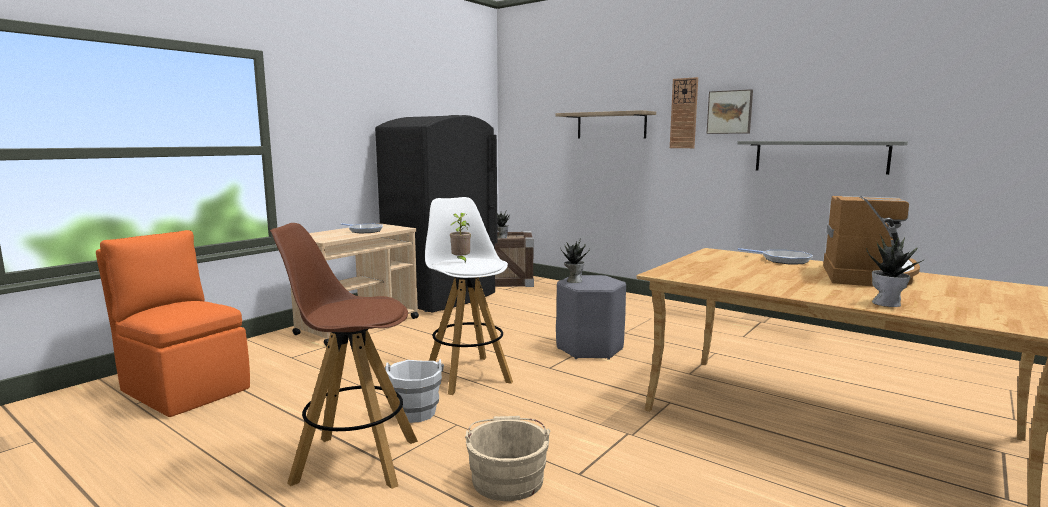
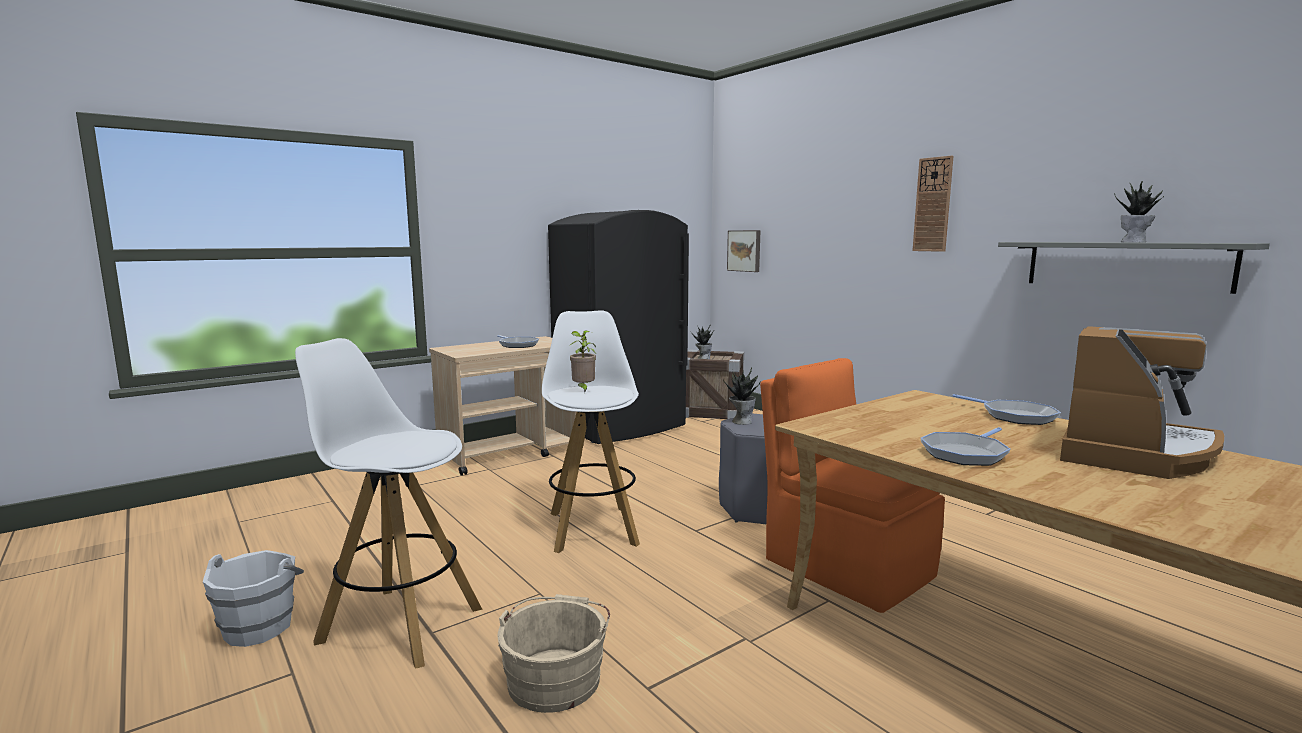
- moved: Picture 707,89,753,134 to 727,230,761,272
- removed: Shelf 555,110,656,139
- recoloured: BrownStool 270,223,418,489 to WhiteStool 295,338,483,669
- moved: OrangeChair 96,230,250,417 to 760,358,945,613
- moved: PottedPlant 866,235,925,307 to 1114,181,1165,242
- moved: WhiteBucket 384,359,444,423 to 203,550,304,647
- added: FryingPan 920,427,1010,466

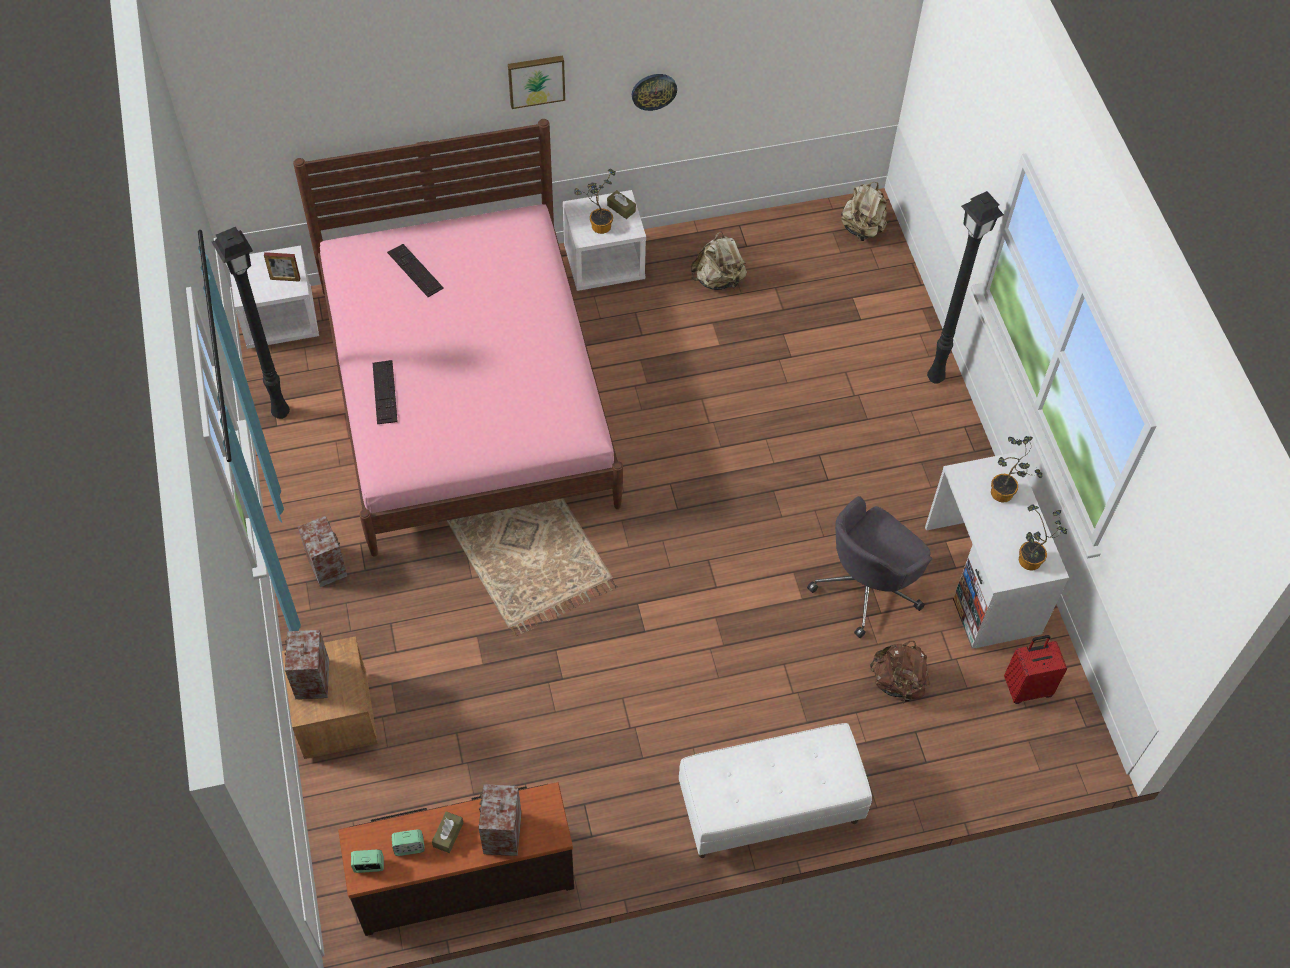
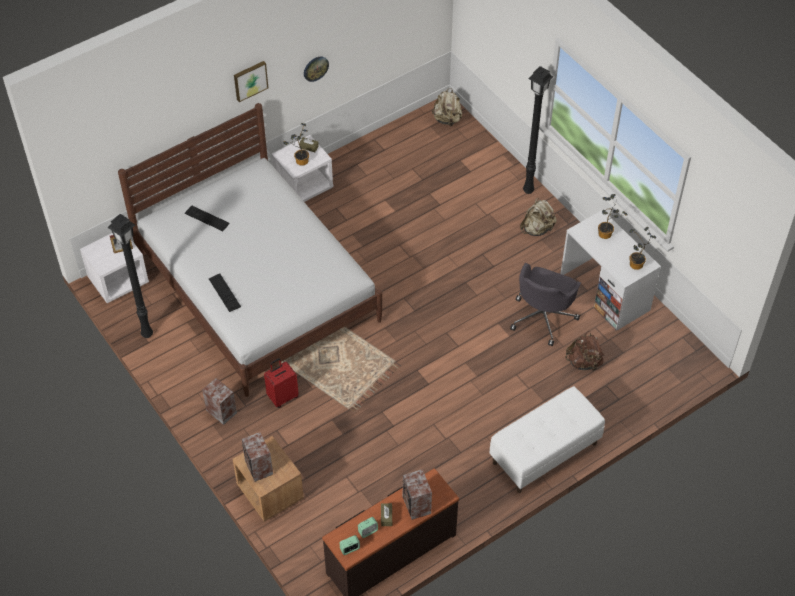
- recoloured: PinkBed 293,119,623,557 to WhiteBed 118,103,382,397
- moved: BeigeBackpack 691,231,747,290 to 520,198,557,236
- moved: RedSuitcase 1004,635,1067,704 to 264,358,299,408

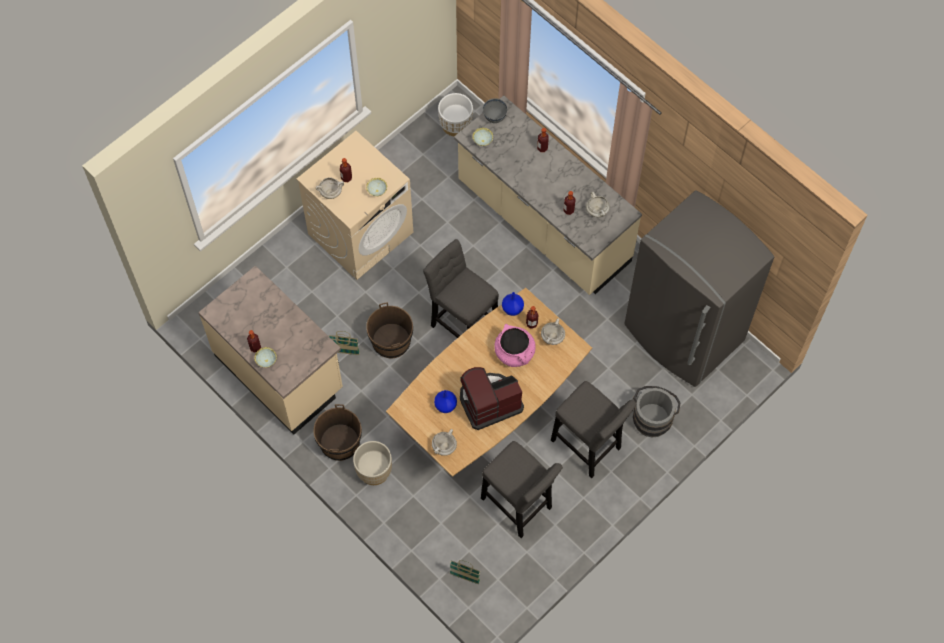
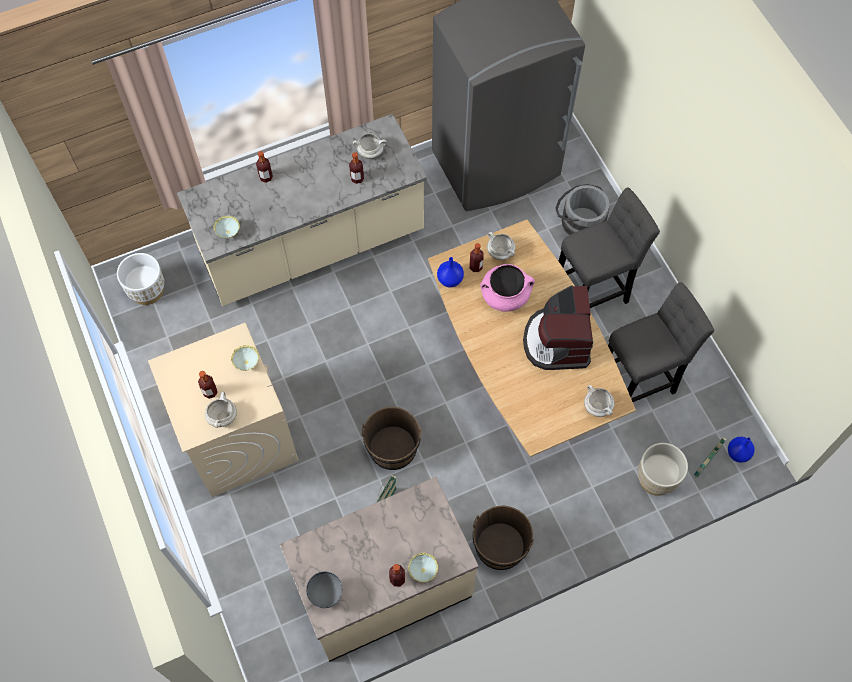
- moved: GreyBowl 483,98,508,123 to 306,571,343,608
- removed: GreyStool 423,239,499,338
- moved: BlueVase 434,390,457,413 to 728,437,755,463
- moved: BeigePlanter 353,441,392,485 to 638,443,688,496

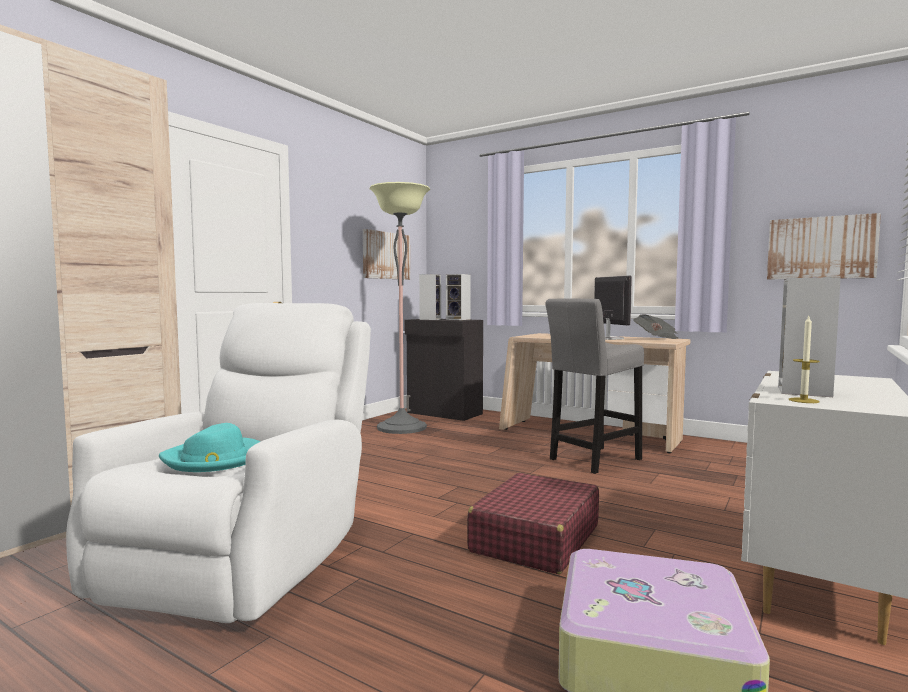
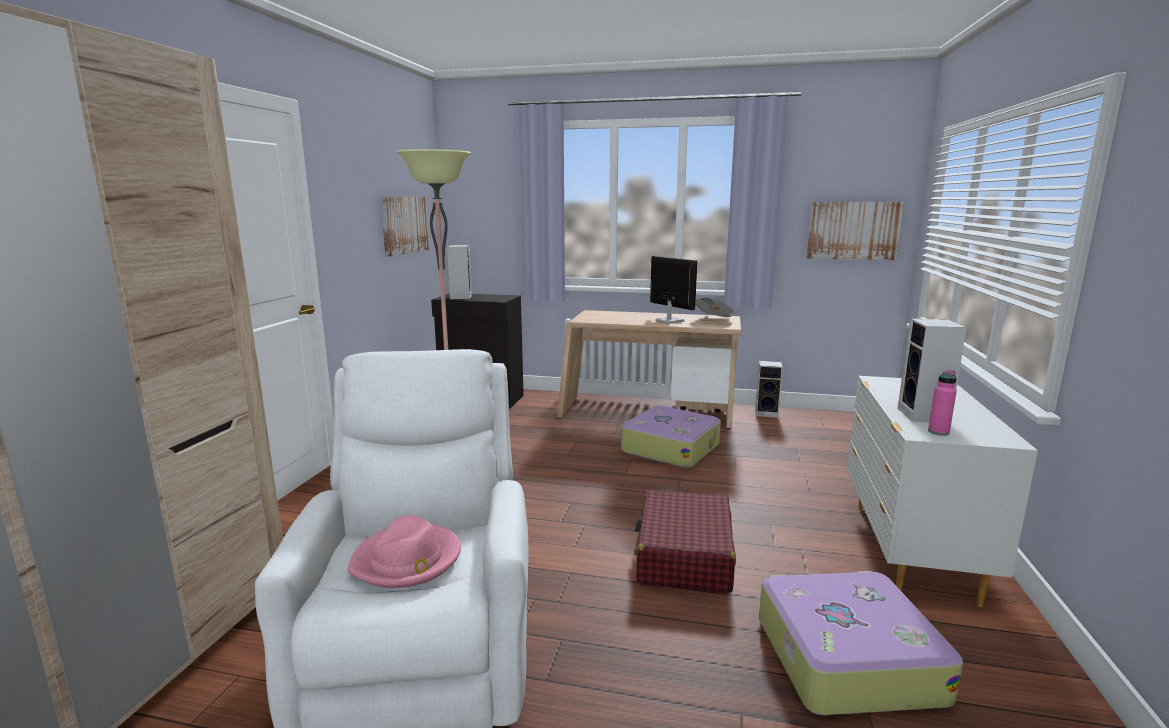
- moved: Speaker 446,274,471,320 to 755,361,783,418
- replaced: GreyStool 545,298,644,474 to Suitcase 621,405,721,468
- replaced: Candle 789,316,820,403 to PinkBottle 928,370,957,436
- recoloured: TurquoiseHat 159,423,260,472 to PinkHat 347,515,461,588

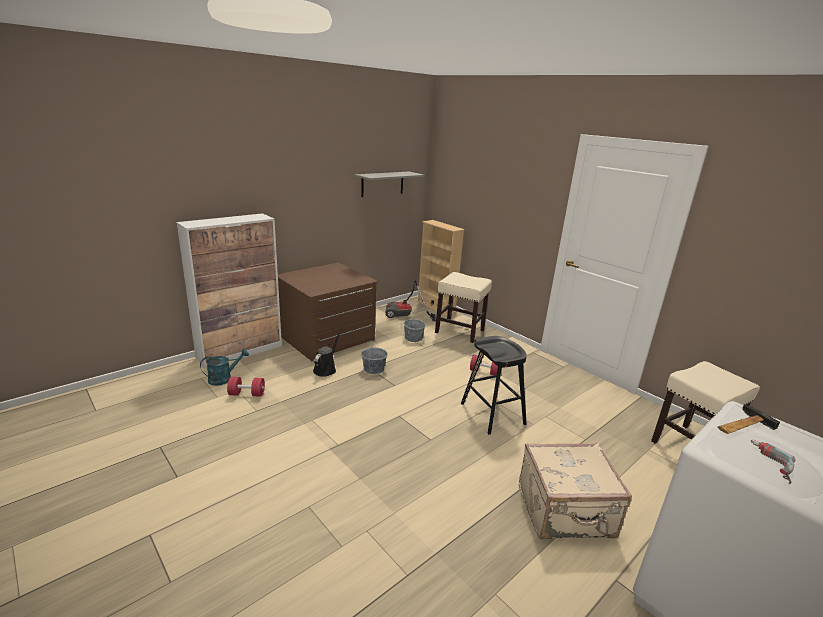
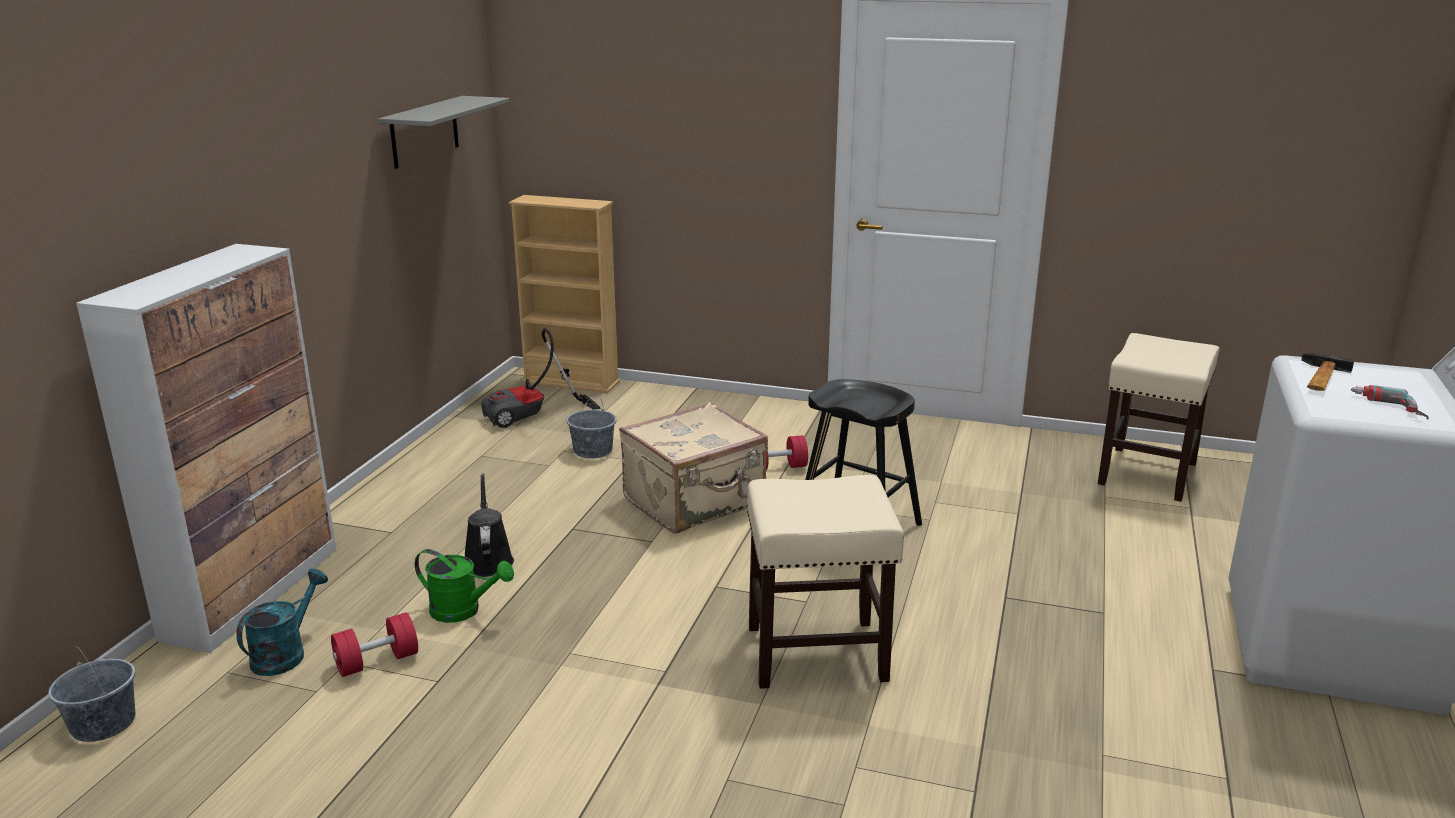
- removed: BrownDresser 278,262,378,361
- moved: BeigeStool 435,272,492,343 to 747,475,904,689
- moved: GreyBucket 361,340,388,374 to 48,646,136,742
- moved: BeigeSuitcase 519,443,632,539 to 619,402,768,533
- added: GreenWateringCan 415,549,514,623

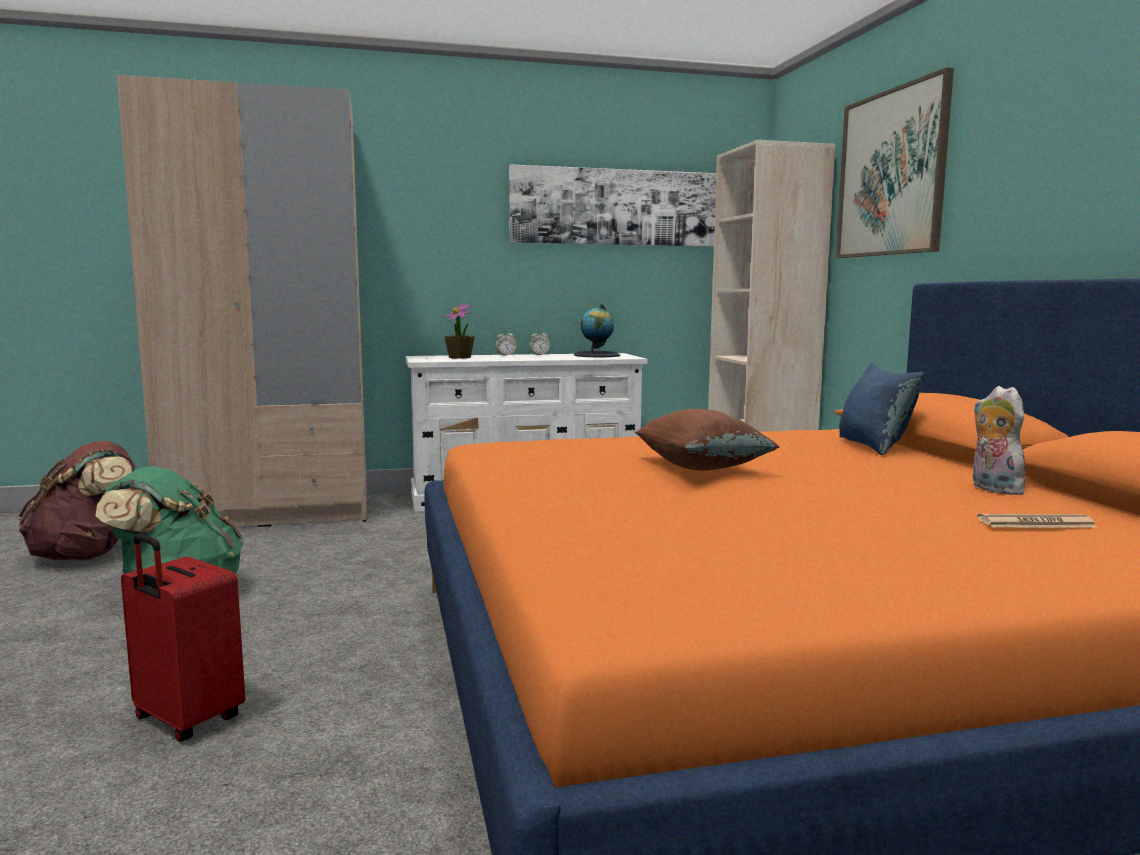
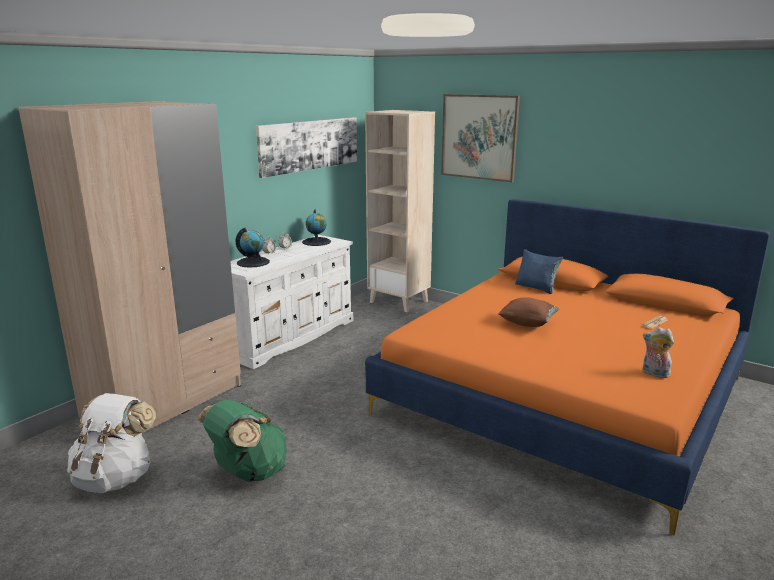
- replaced: PottedPlant 444,304,475,359 to Globe 236,228,270,268
- moved: PlushToy 973,386,1026,495 to 643,327,674,378
- recoloured: BrownBackpack 19,441,135,560 to WhiteBackpack 67,393,156,493
- removed: RedSuitcase 121,534,245,742

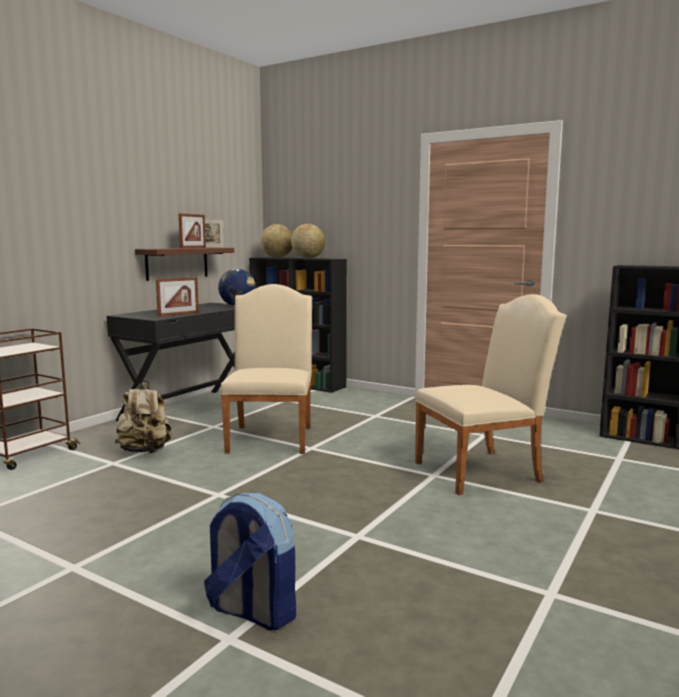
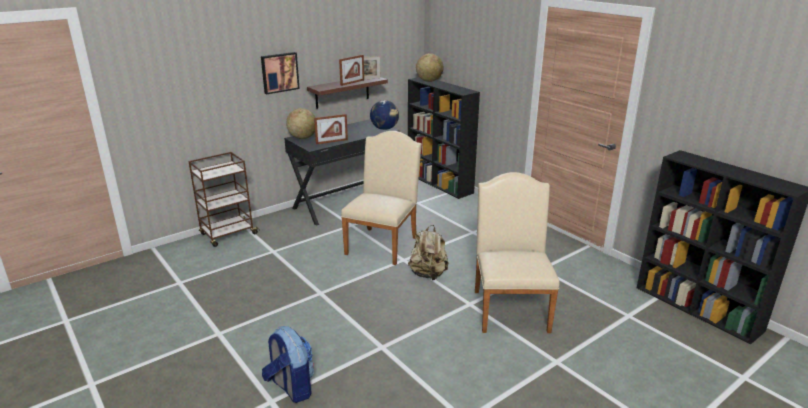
- moved: Globe 291,224,325,259 to 286,108,316,139
- turned: BeigeChair 415,294,567,495 = 475,172,559,333 90 degrees counterclockwise
- moved: BeigeBackpack 115,380,171,454 to 408,225,449,280
- added: Picture 261,52,300,94

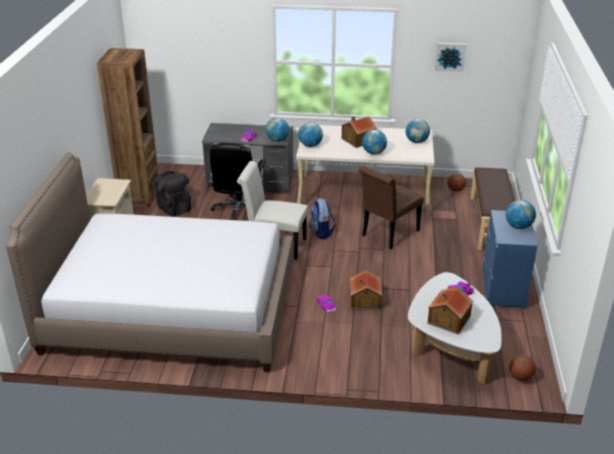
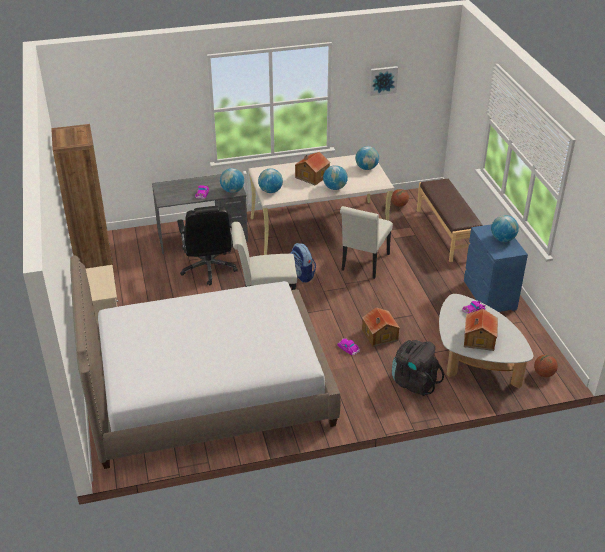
- recoloured: BrownChair 359,166,424,249 to WhiteChair 340,206,393,279
- moved: BlackBackpack 154,171,191,217 to 392,340,444,396

